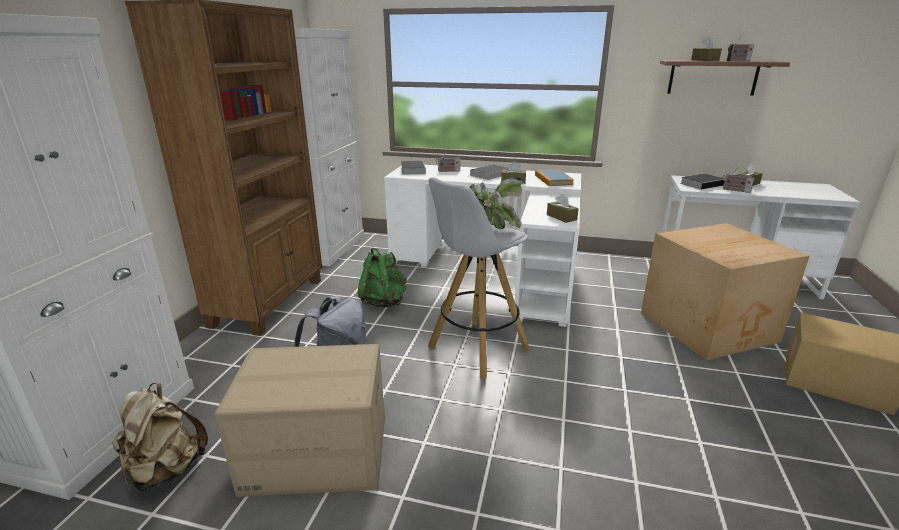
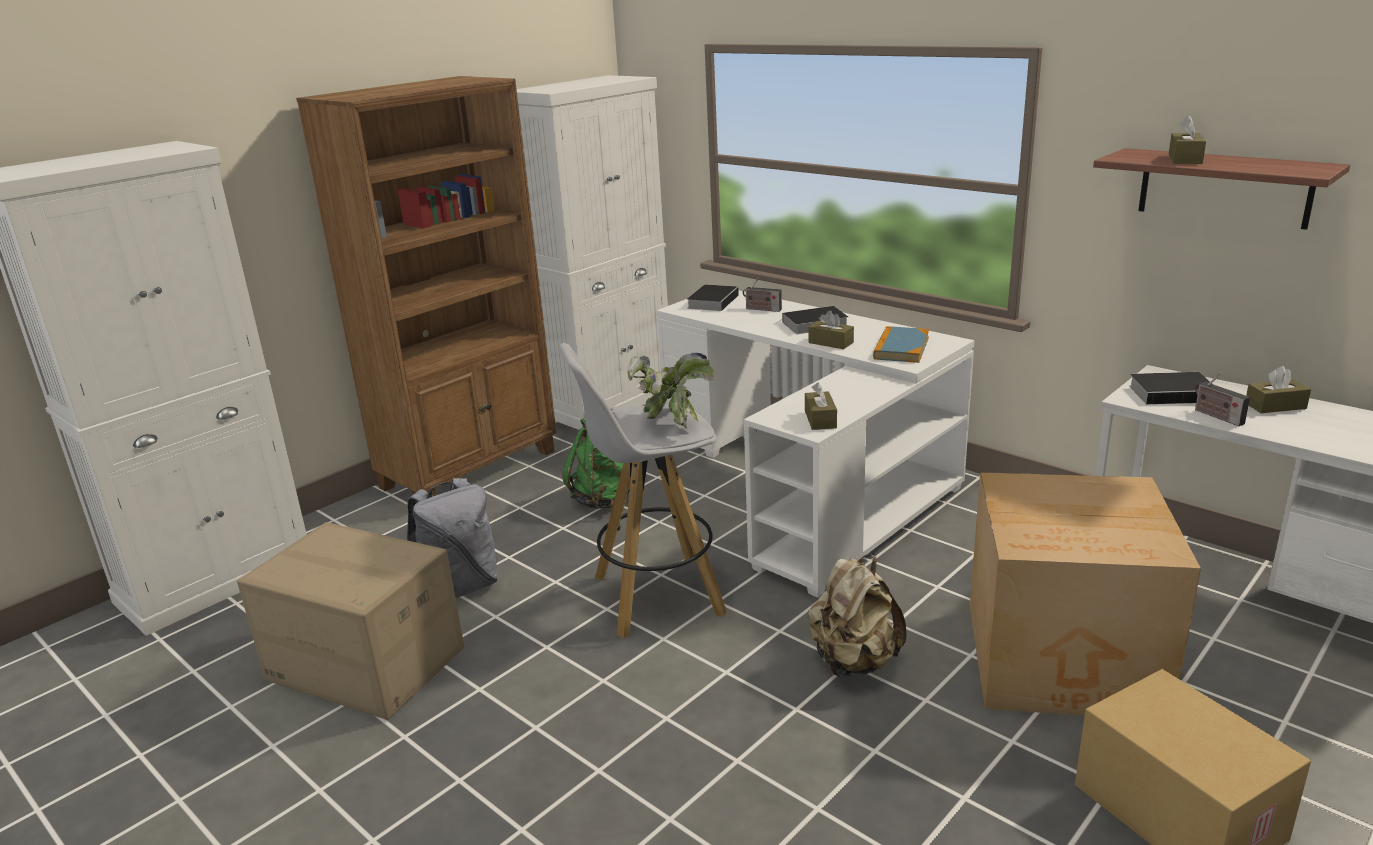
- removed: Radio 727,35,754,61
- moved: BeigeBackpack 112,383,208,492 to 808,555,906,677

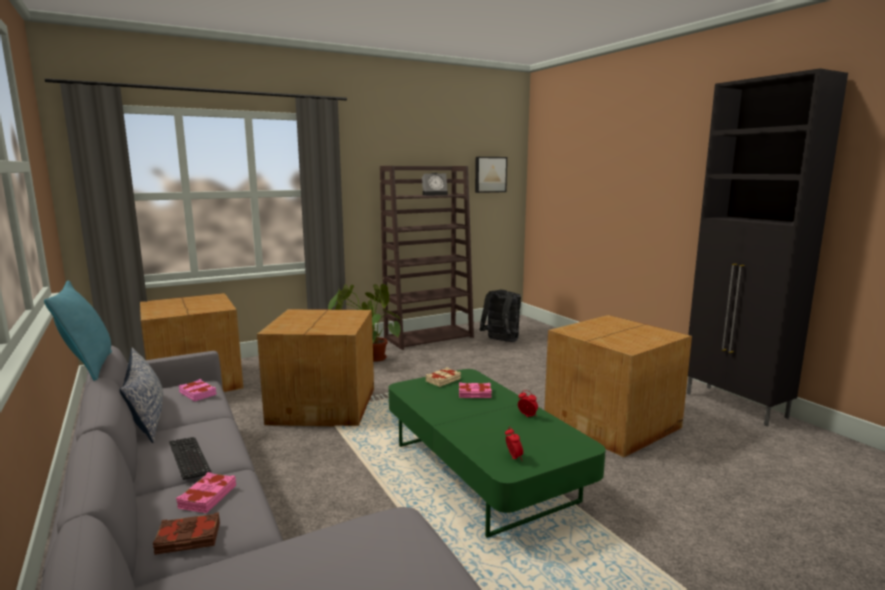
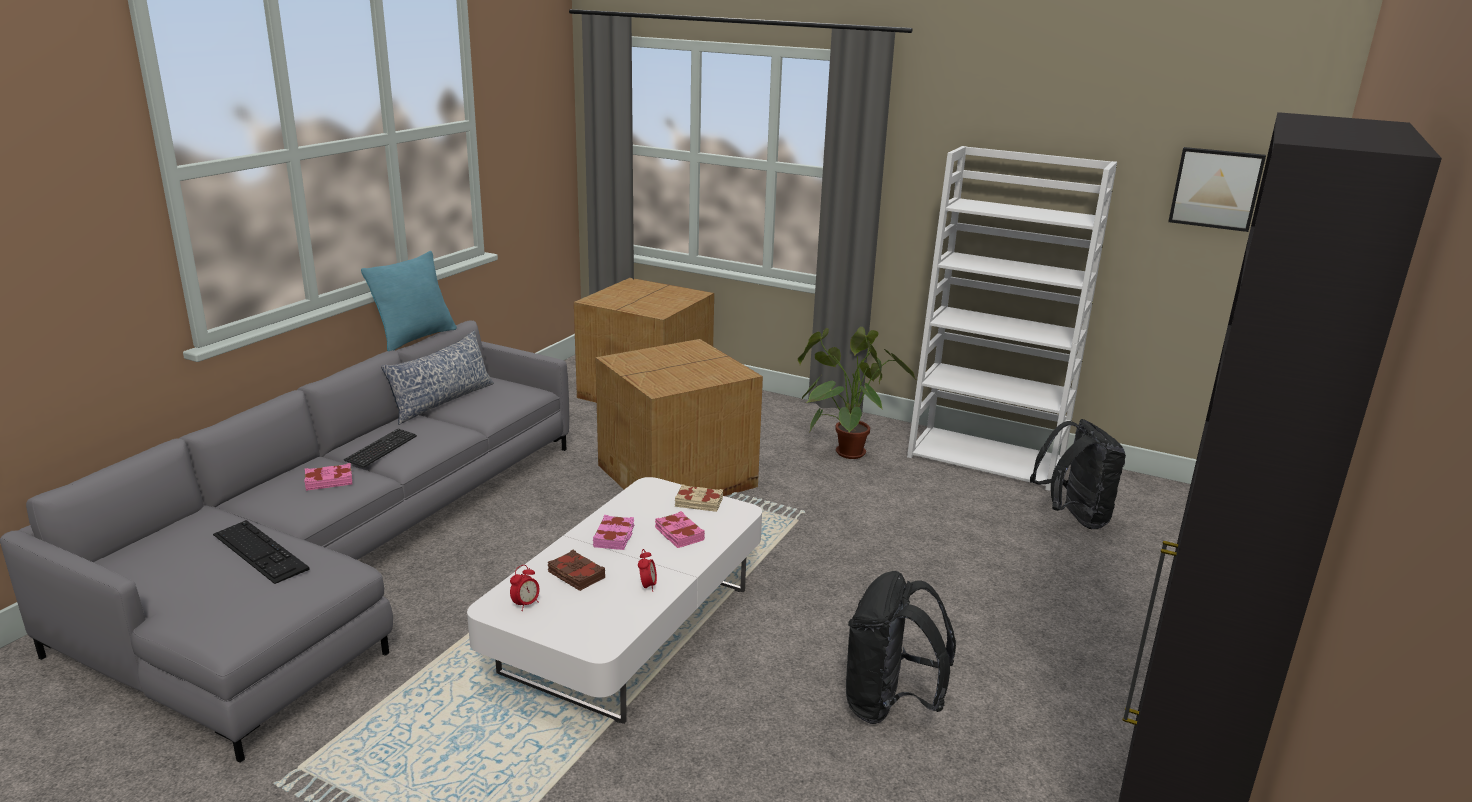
- recoloured: BrownBookcase 380,166,474,350 to WhiteBookcase 907,146,1117,491
- removed: AlarmClock 422,173,448,196
- replaced: CardboardBox 545,315,692,458 to BlackBackpack 846,571,956,724
- recoloured: GreenCoffeeTable 388,369,606,538 to WhiteCoffeeTable 467,477,762,724
- moved: PinkBook 179,379,217,401 to 593,515,634,550
- moved: BrownBook 153,512,220,555 to 548,550,605,591
- added: Keyboard 213,520,310,584

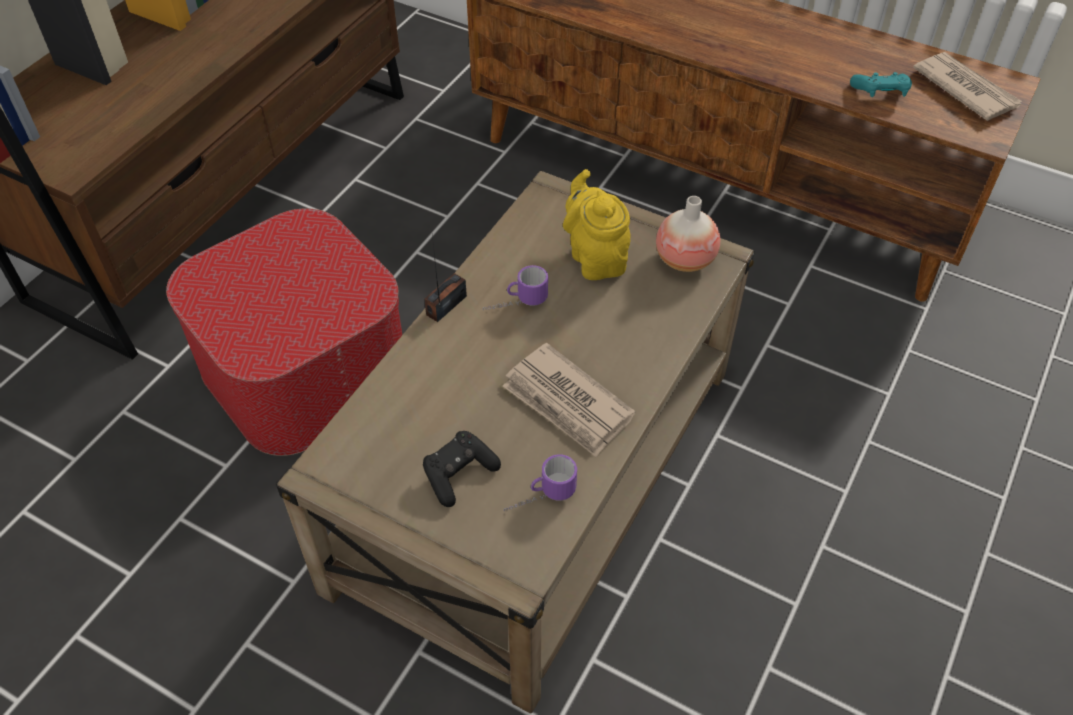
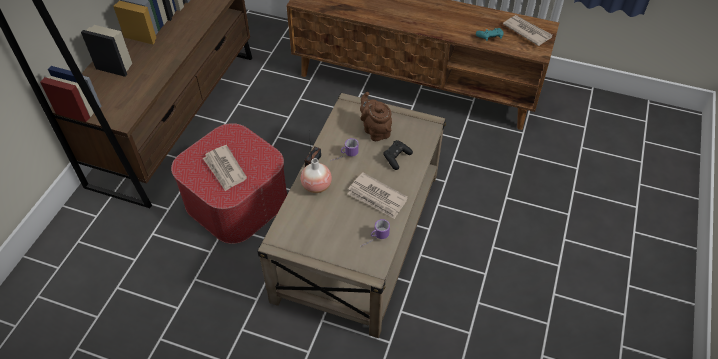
- recoloured: YellowTeapot 563,169,630,280 to BrownTeapot 360,92,392,141
- moved: Vase 656,196,720,272 to 301,158,332,193
- moved: BlackGameController 423,431,501,507 to 383,140,413,170
- added: Newspaper 203,145,247,192

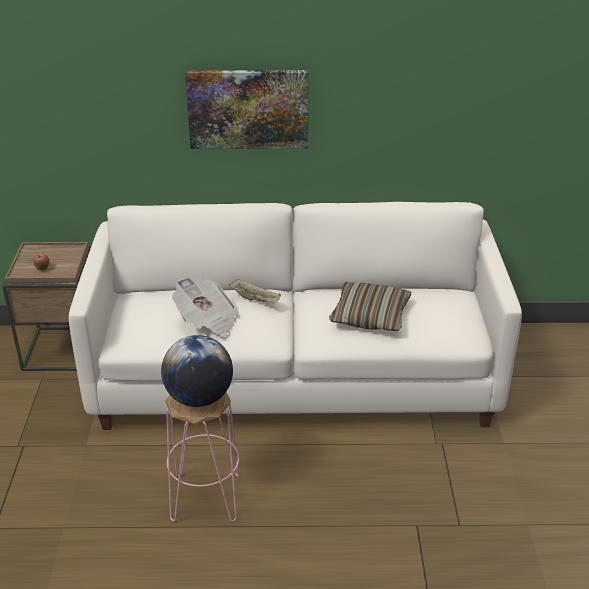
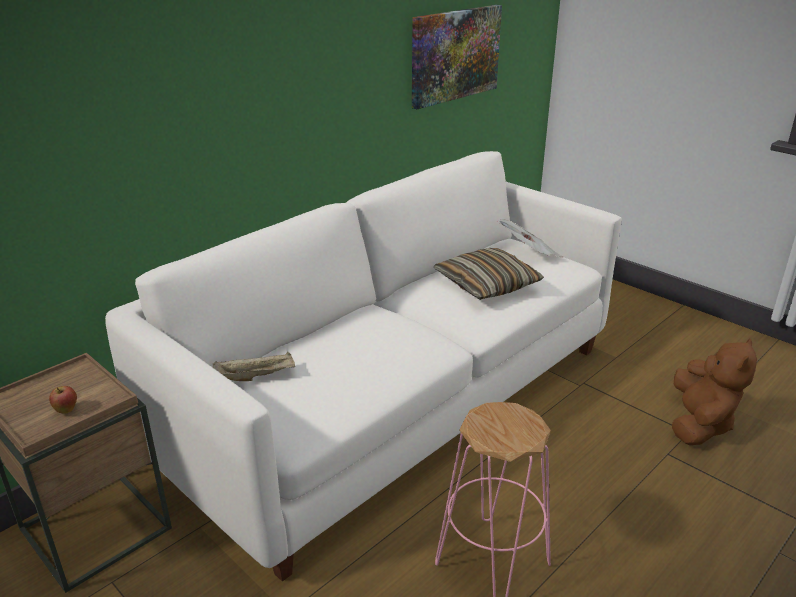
- moved: Picture 185,70,309,149 to 412,5,502,109
- moved: Newspaper 172,277,239,336 to 497,219,563,257
- moved: BeigeTray 229,279,281,304 to 213,352,295,381
- removed: Globe 161,335,233,407
- added: BrownPlushToy 672,338,757,445

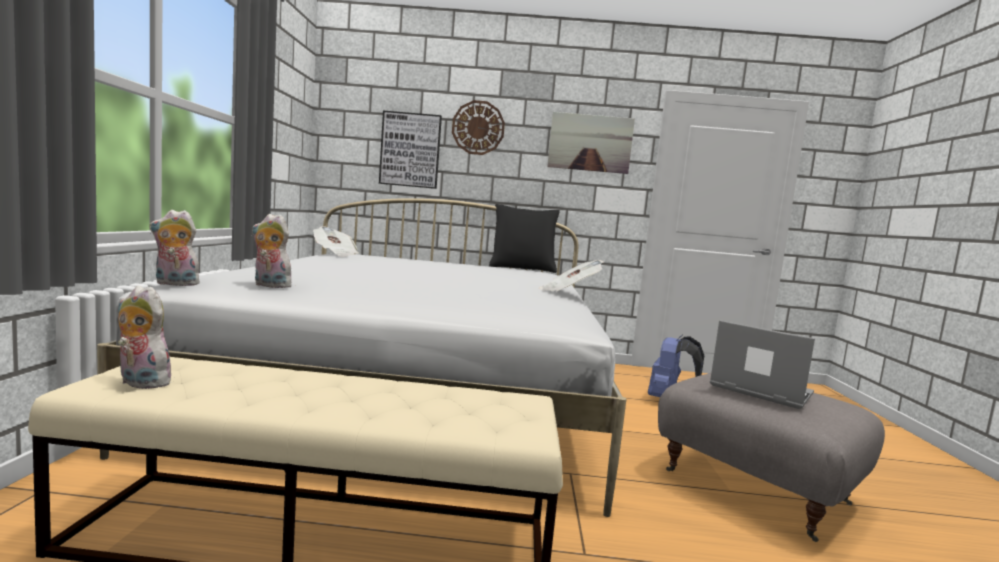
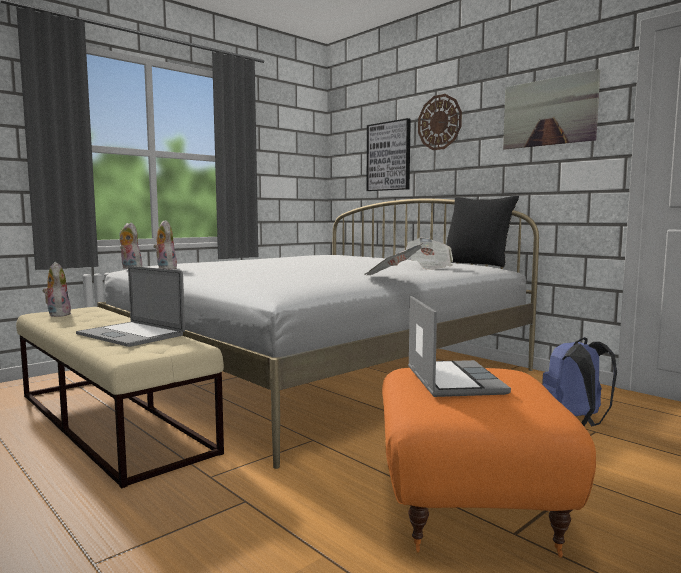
- moved: Newspaper 313,226,359,257 to 406,238,453,270
- recoloured: GreyOttoman 658,373,885,542 to OrangeOttoman 382,368,596,557
- added: Laptop 76,266,185,347

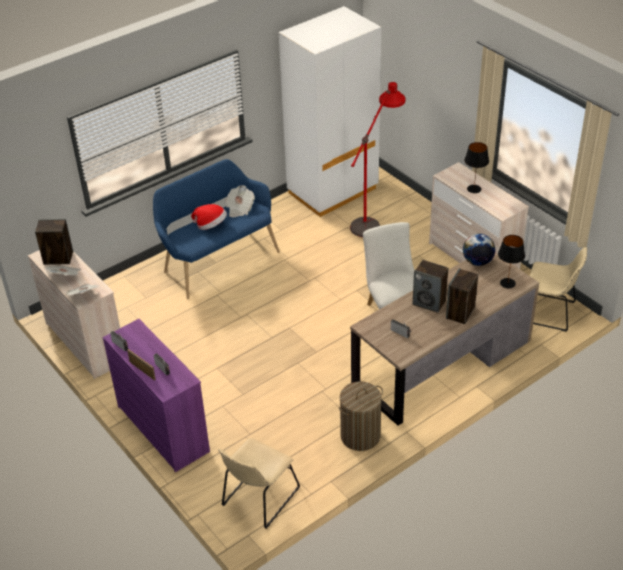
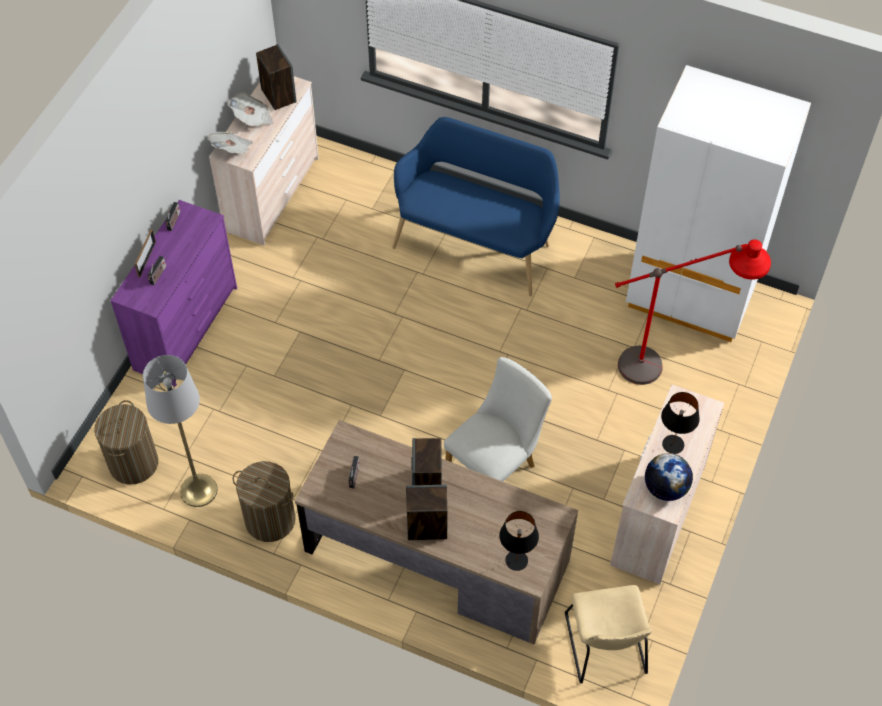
- removed: Newspaper 226,185,255,217
- removed: Hat 191,204,227,230
- moved: Globe 463,234,495,266 to 645,453,693,501
- replaced: BeigeChair 218,438,300,529 to LaundryBasket 94,400,158,485
- added: GreyFloorLamp 143,355,218,507

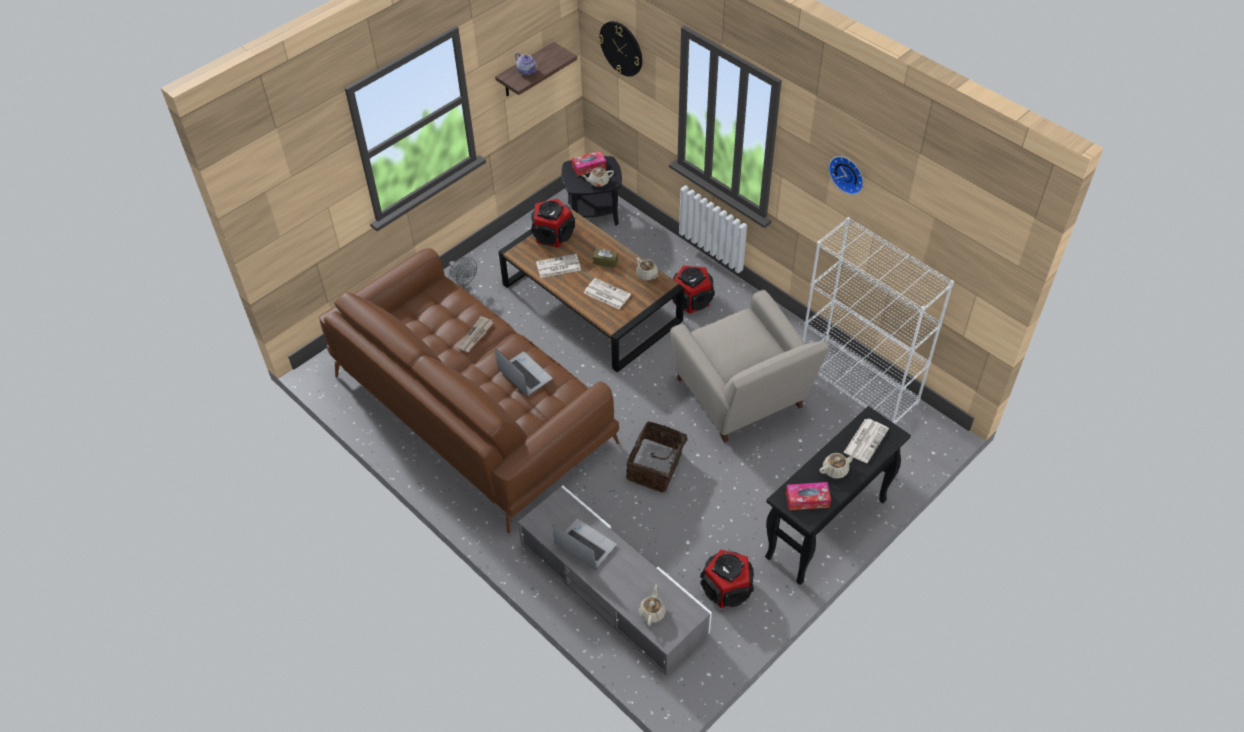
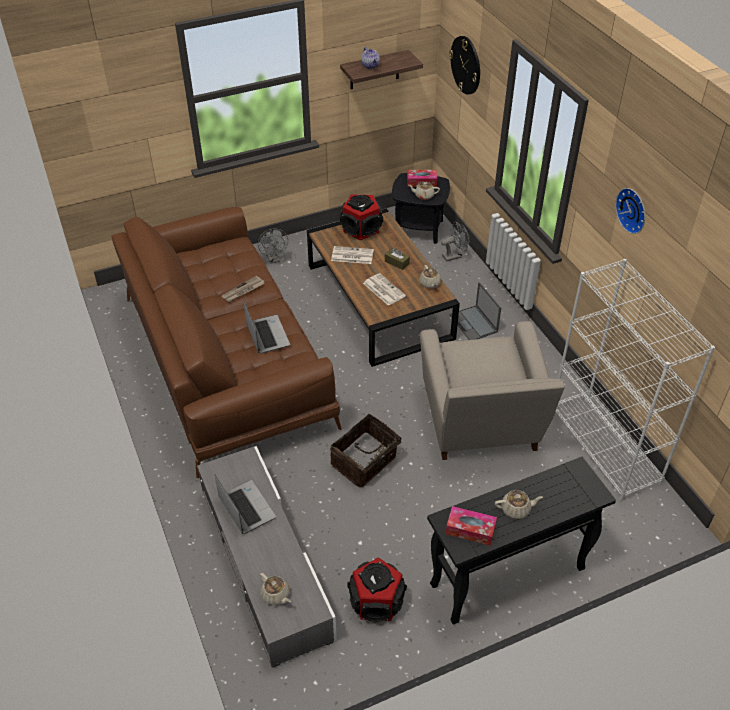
- replaced: Speaker 672,266,715,314 to Laptop 450,282,501,340
- removed: Newspaper 843,419,889,463
- turned: BeigeTeapot 639,585,666,626 = 260,573,291,605 105 degrees clockwise
- added: GreyFan 441,222,470,262

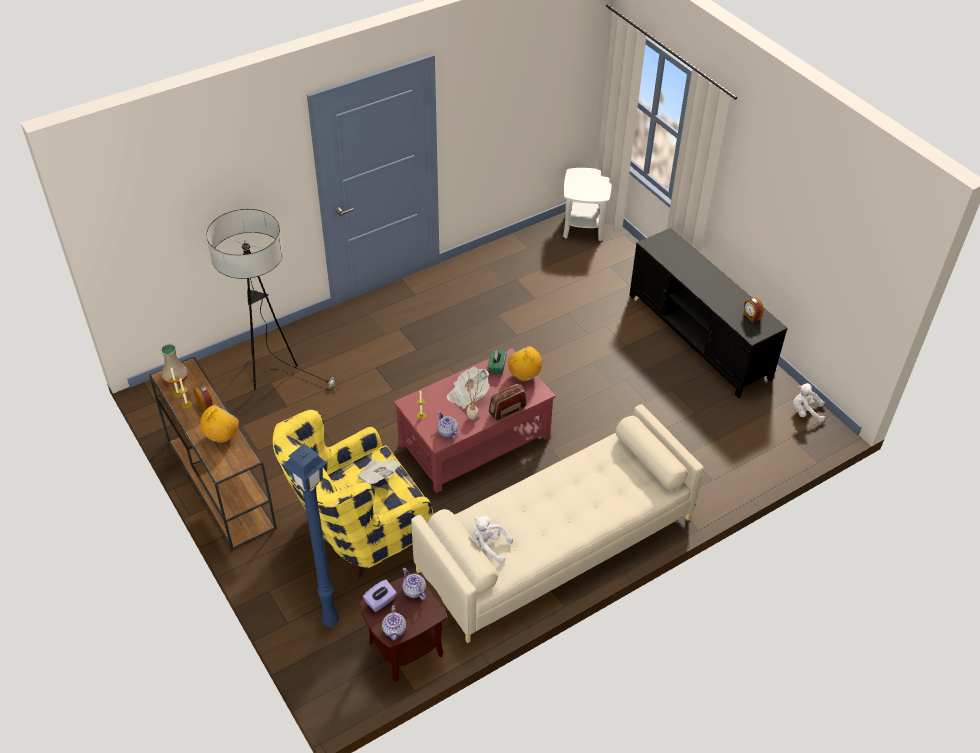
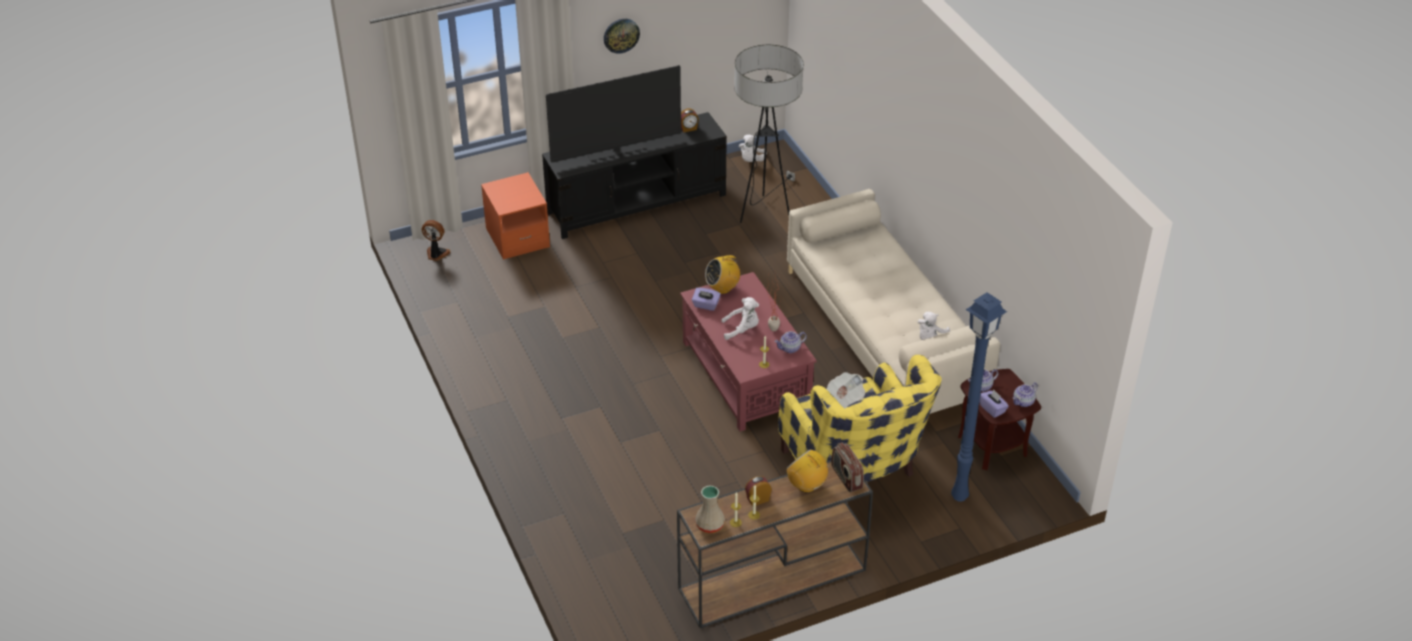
- replaced: WhiteSideTable 563,168,612,241 to Fan 422,220,451,261
- moved: FloorLamp 207,209,337,390 to 735,45,803,223
- recoloured: GreenTissueBox 488,350,507,374 to PurpleTissueBox 692,288,721,311
- replaced: Newspaper 447,367,490,409 to WhitePlushToy 721,297,759,340
- moved: Radio 489,384,527,421 to 831,442,864,492
- turned: Teapot 382,605,406,640 = 1012,382,1038,407 135 degrees clockwise
- added: WallClock 604,19,640,54
- added: Television 546,65,681,162
- added: OrangeNightstand 481,172,550,260

